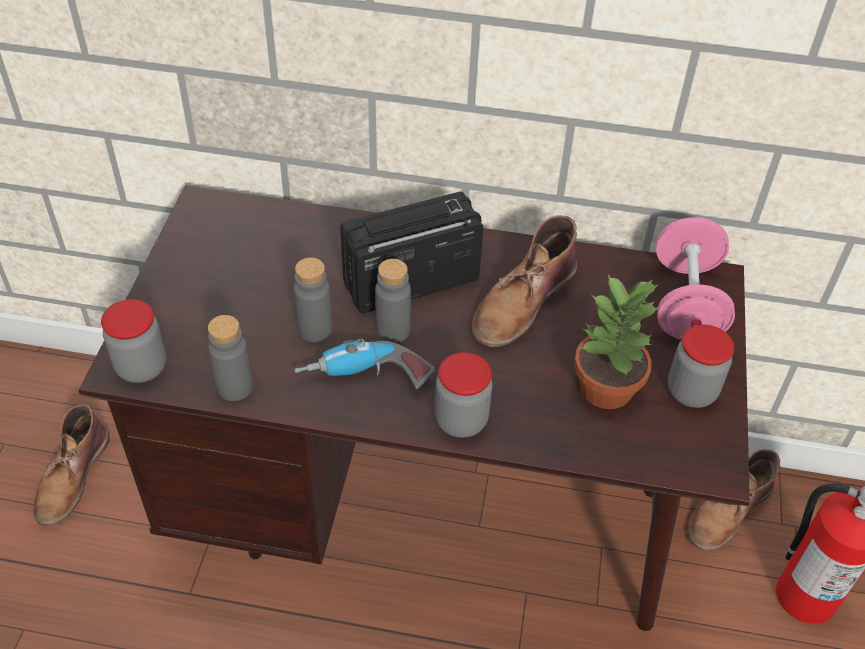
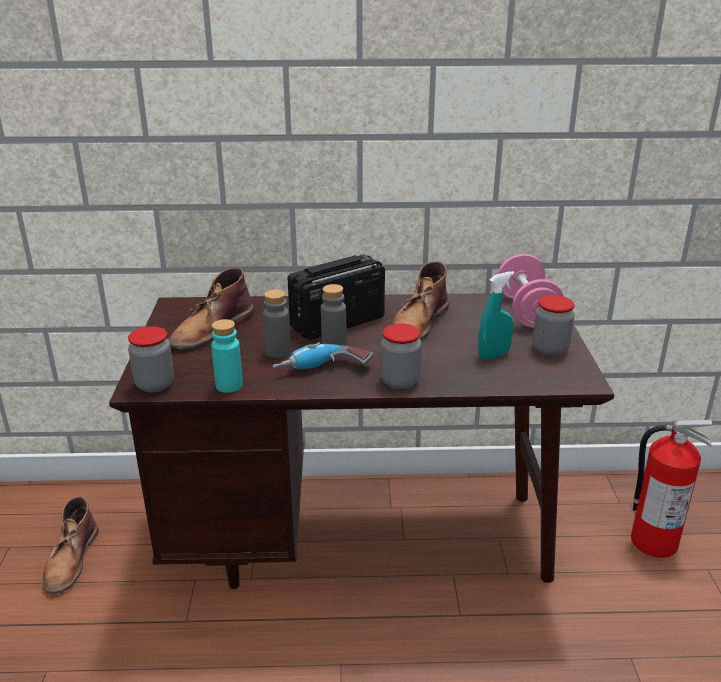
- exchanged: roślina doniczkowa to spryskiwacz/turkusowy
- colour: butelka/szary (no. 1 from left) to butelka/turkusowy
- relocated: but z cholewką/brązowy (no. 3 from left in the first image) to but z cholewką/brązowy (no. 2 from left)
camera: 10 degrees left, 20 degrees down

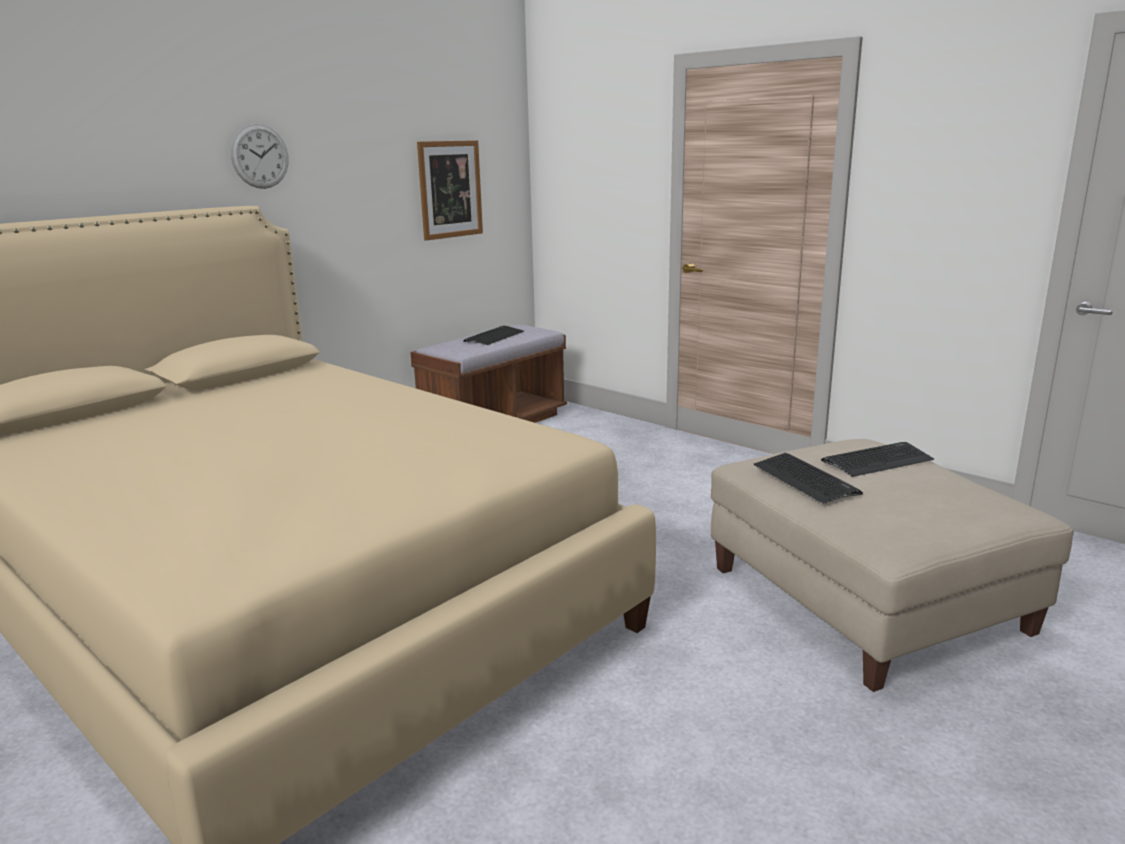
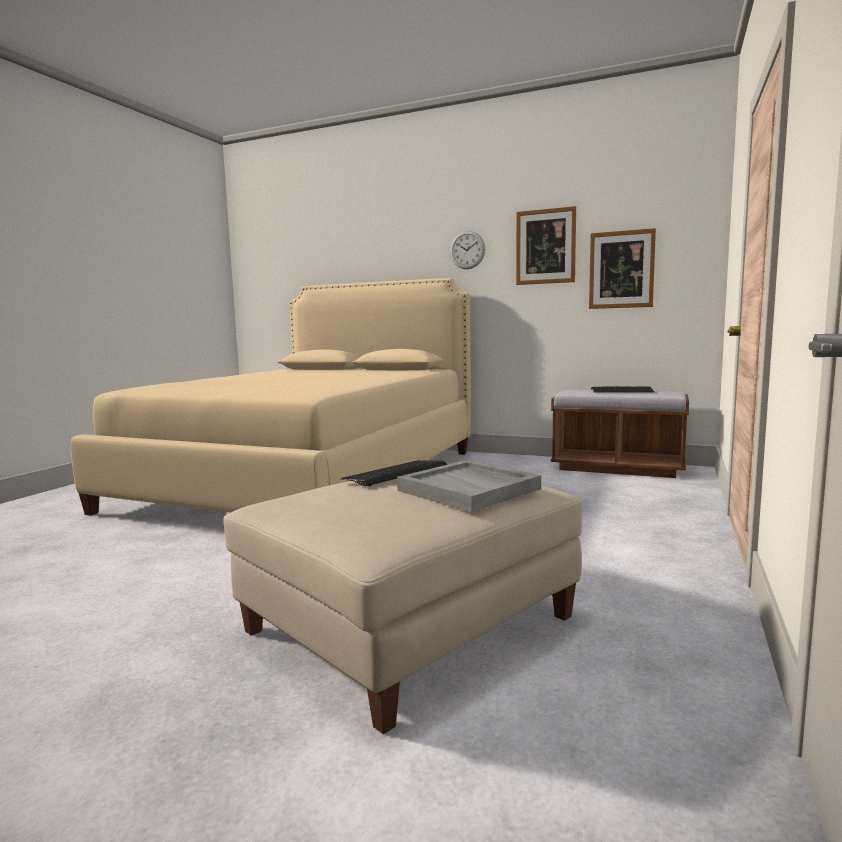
- exchanged: klawiatura (no. 3 from left) to taca/szary
- appeared: obraz (no. 1 from left)
camera: 70 degrees right, 10 degrees down

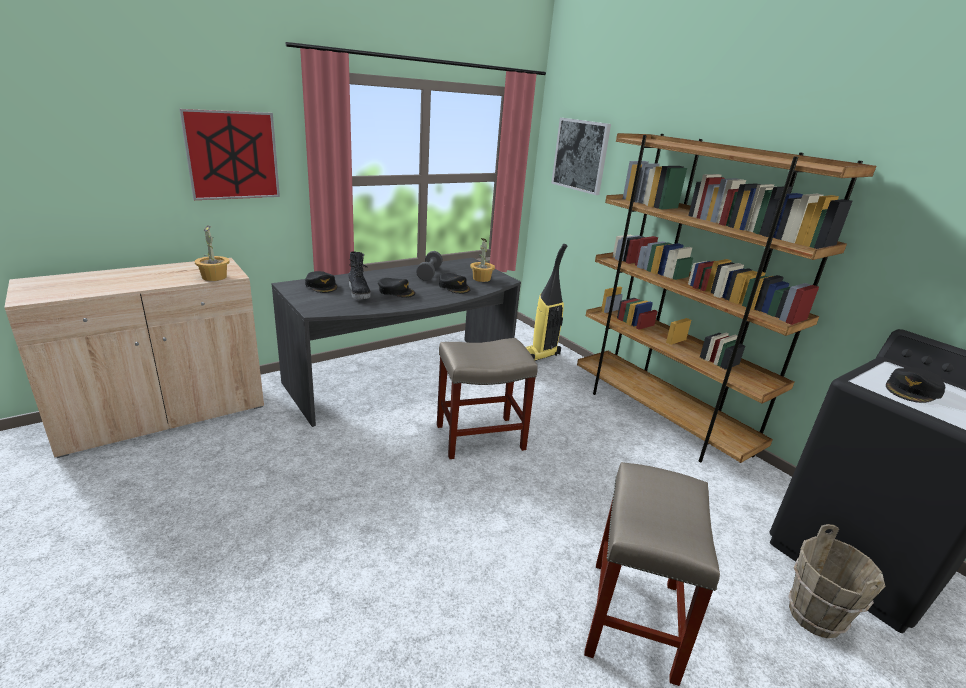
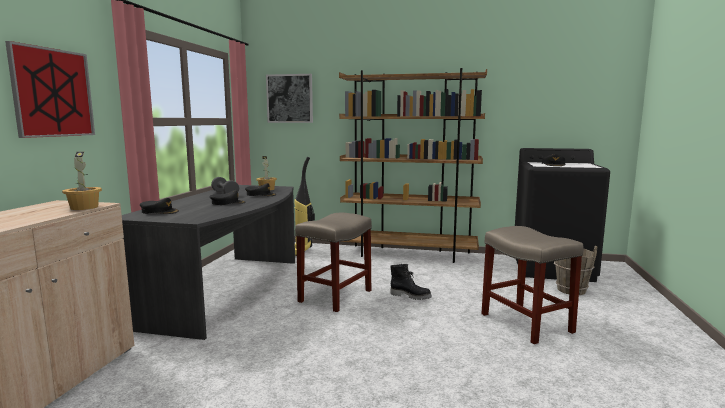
- relocated: but z cholewką/czarny
camera: 40 degrees left, 15 degrees down

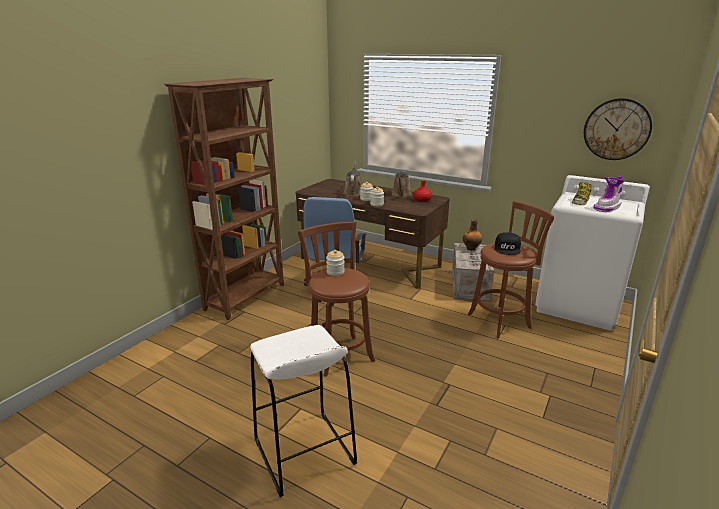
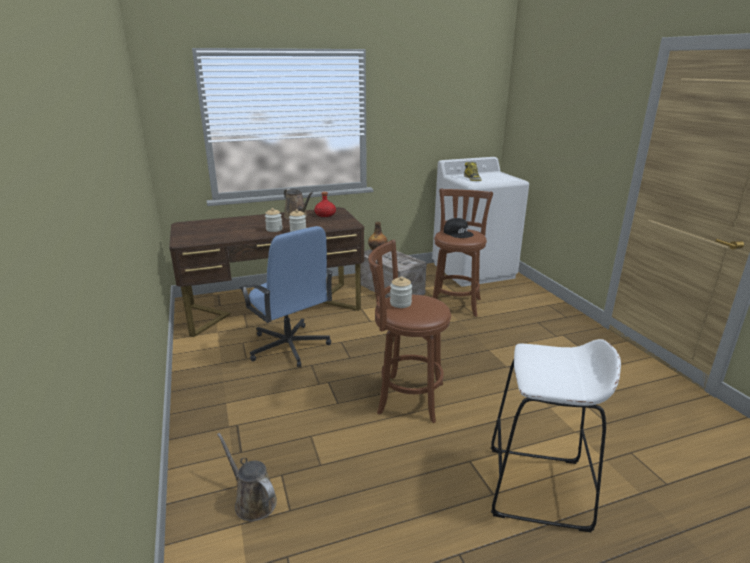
- missing: regał/brązowy
- missing: zegar ścienny
- relocated: konewka/brązowy (no. 1 from left)
- missing: but z cholewką (no. 2 from left)
camera: 50 degrees left, 0 degrees up

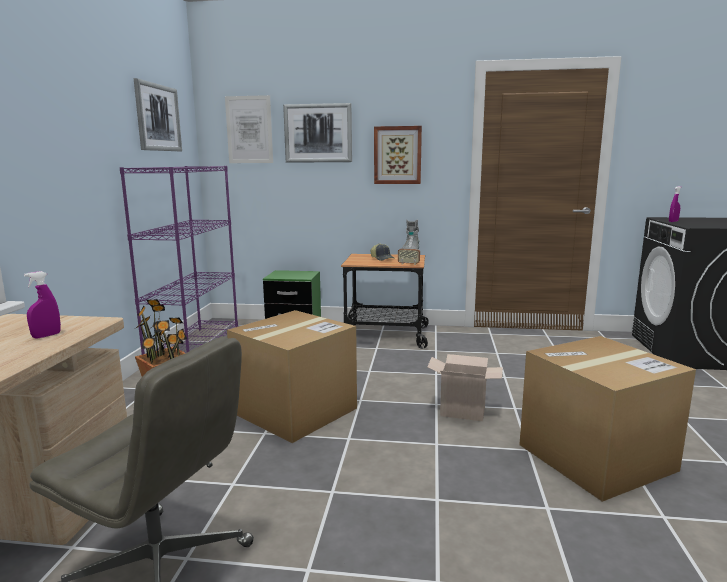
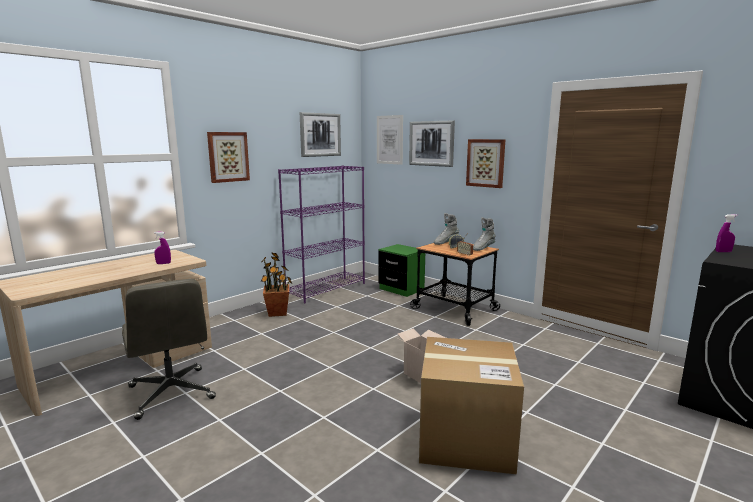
- missing: karton (no. 1 from left)
- appeared: obraz (no. 1 from left)
- appeared: but z cholewką/szary (no. 1 from left)
camera: 35 degrees right, 0 degrees up

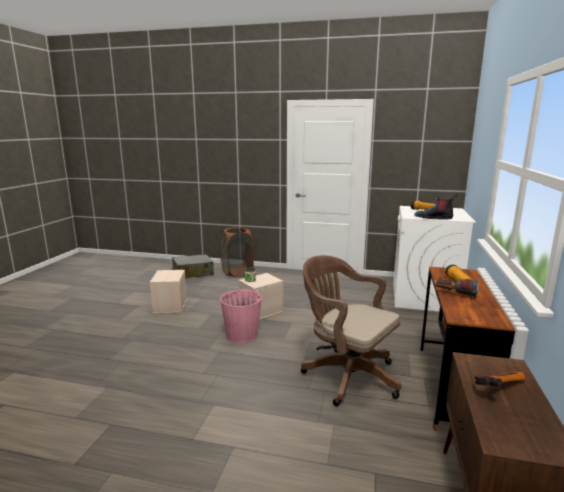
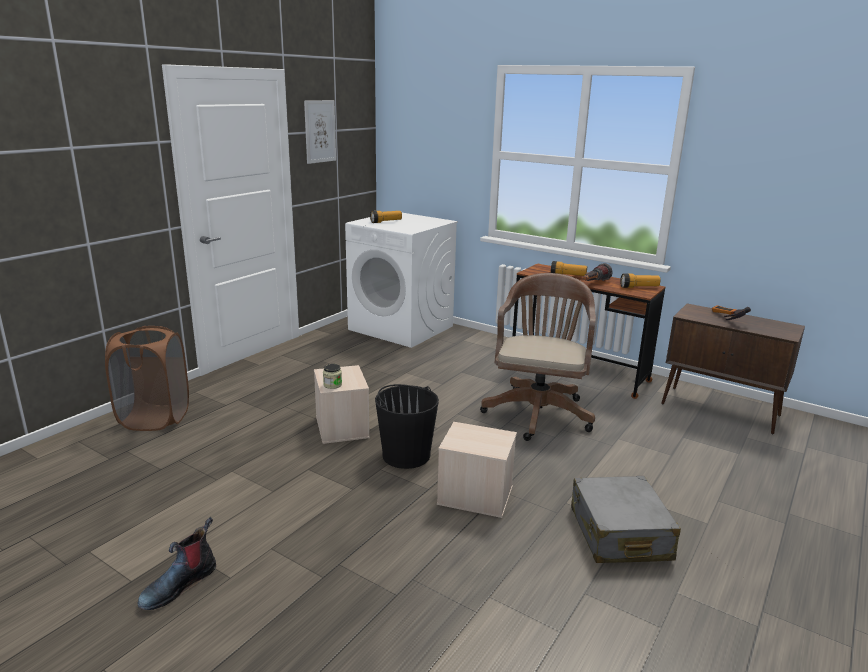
- relocated: but z cholewką
- relocated: walizka/szary
- spun: krzesło biurowe/brązowy 135 degrees clockwise
- relocated: pojemnik do przechowywania/beżowy (no. 1 from left in the first image) to pojemnik do przechowywania/beżowy (no. 2 from left)
- colour: wiadro/różowy to wiadro/czarny
- appeared: obraz
- appeared: latarka (no. 4 from left)
camera: 70 degrees left, 5 degrees up

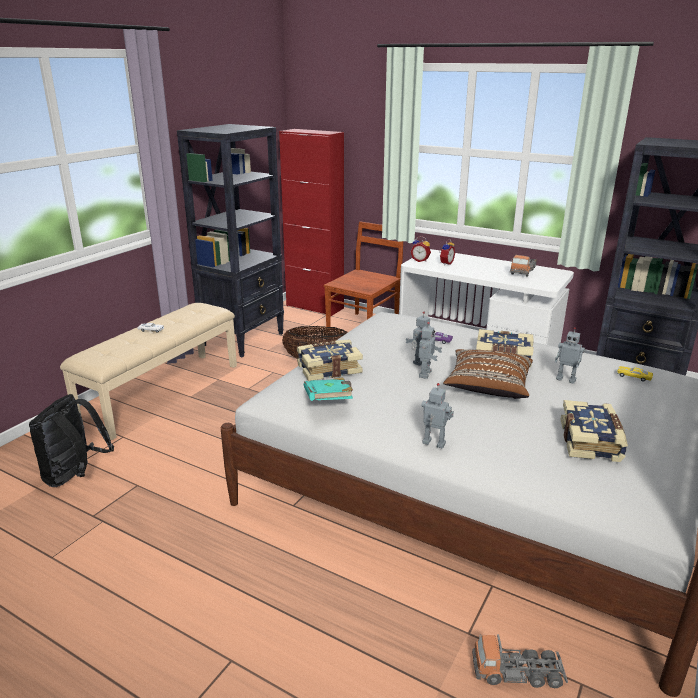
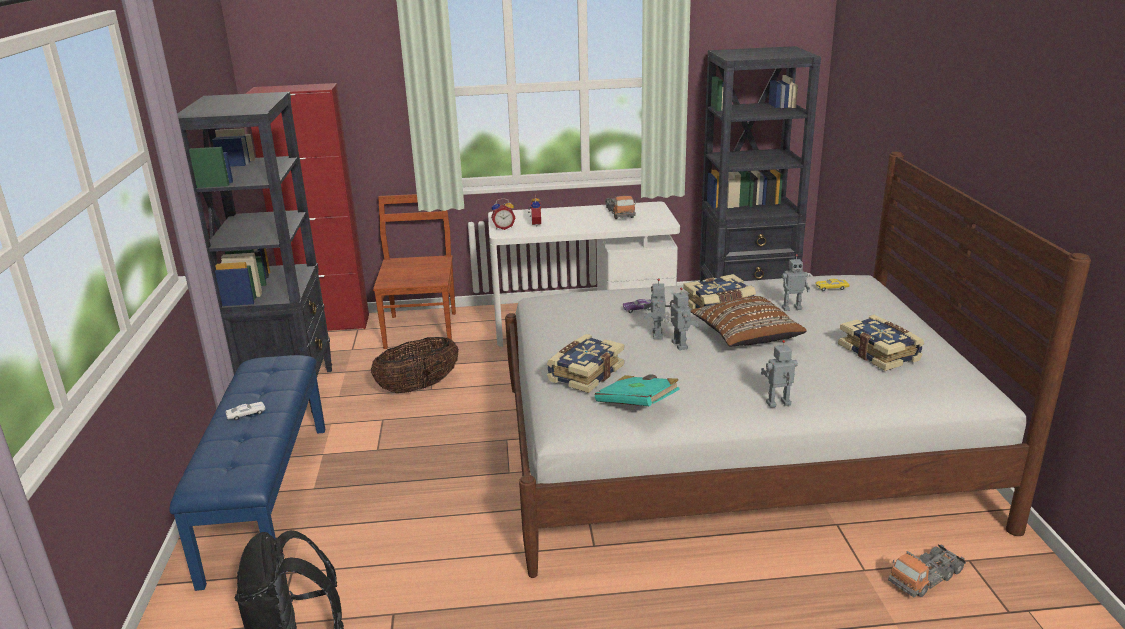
- colour: ławka/beżowy to ławka/niebieski
camera: 35 degrees left, 0 degrees up

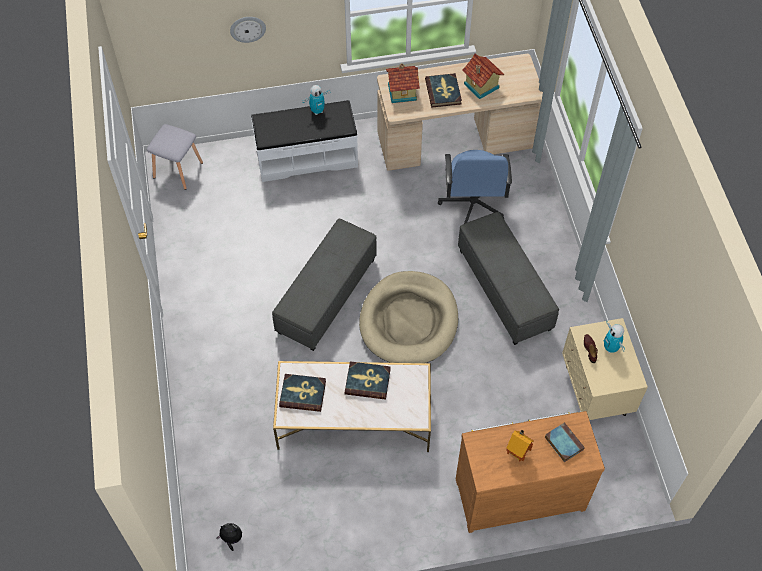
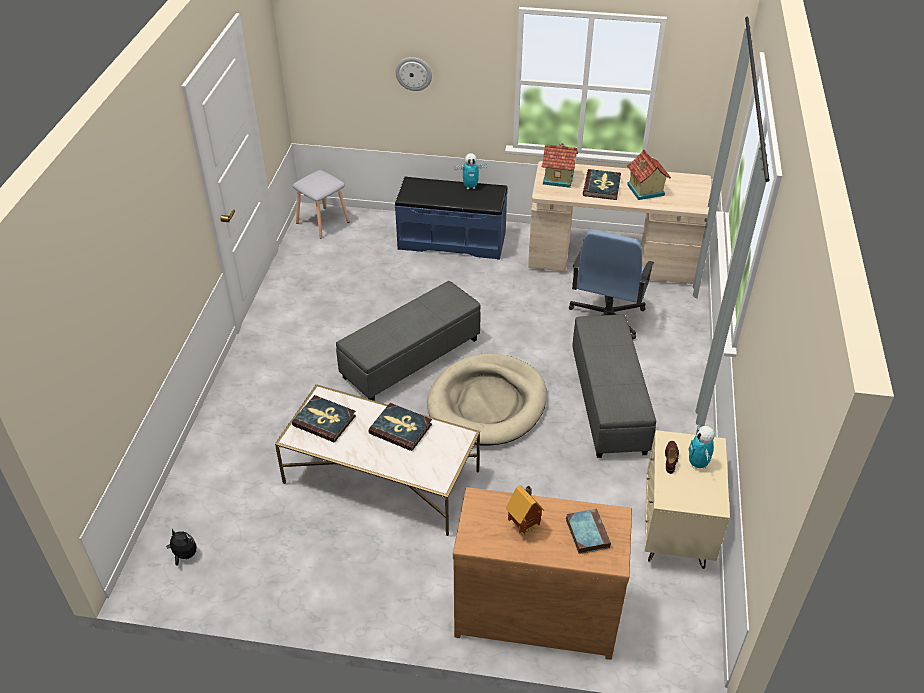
- colour: ławka/biały to ławka/niebieski
camera: 20 degrees right, 15 degrees down

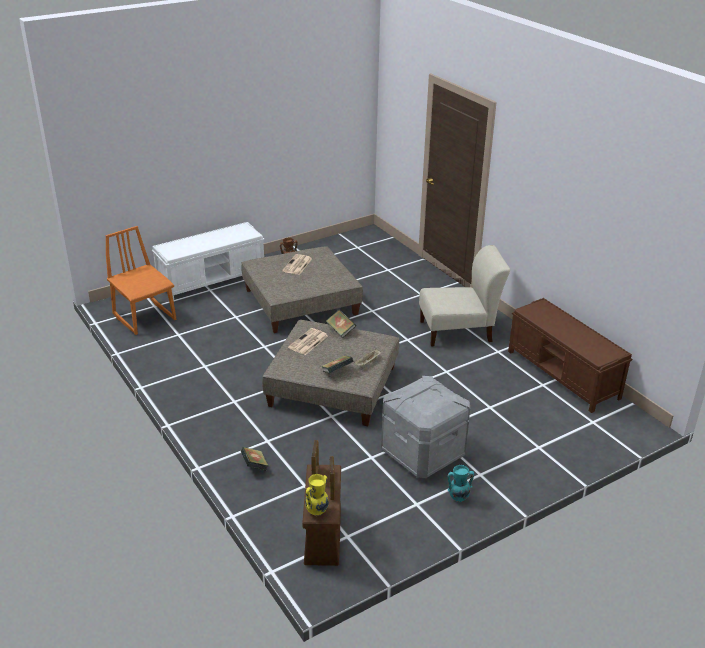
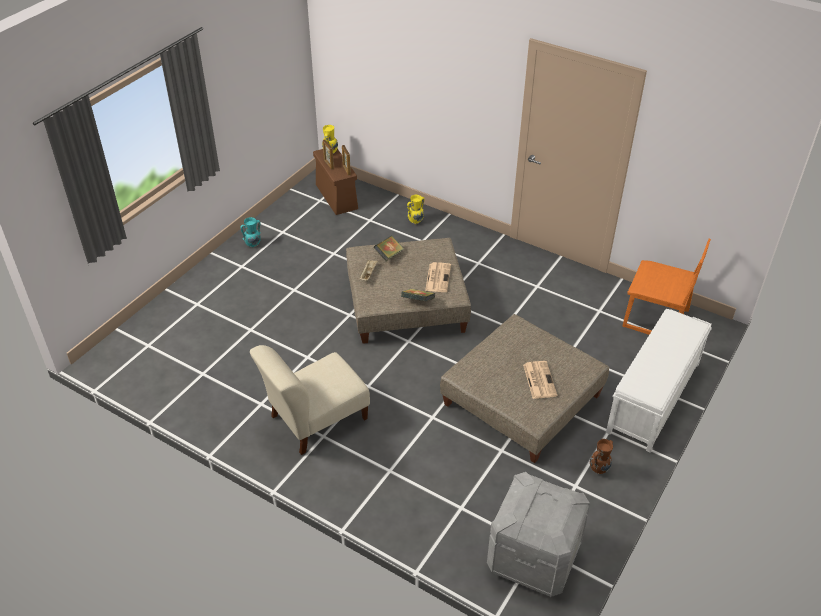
- missing: ławka/brązowy
- relocated: pojemnik do przechowywania/szary
- exchanged: książka (no. 1 from left) to wazon/żółty (no. 2 from left)
camera: 155 degrees right, 10 degrees up

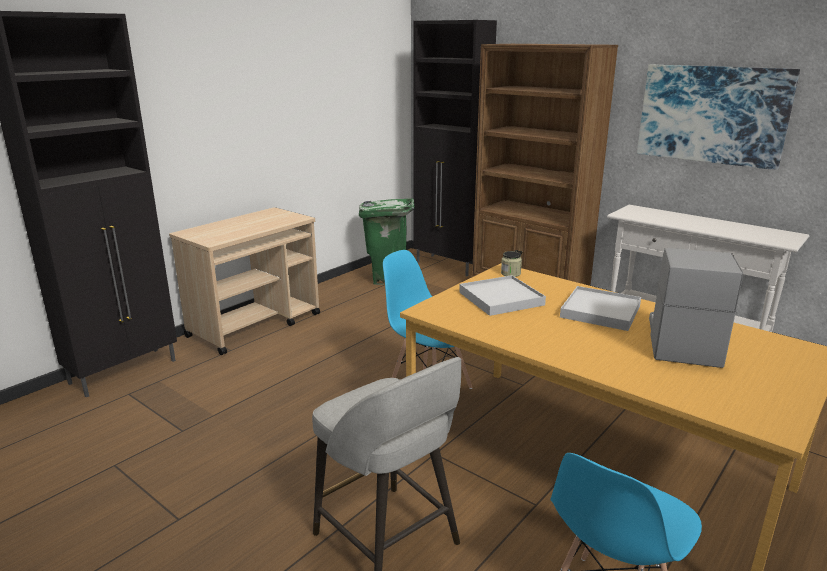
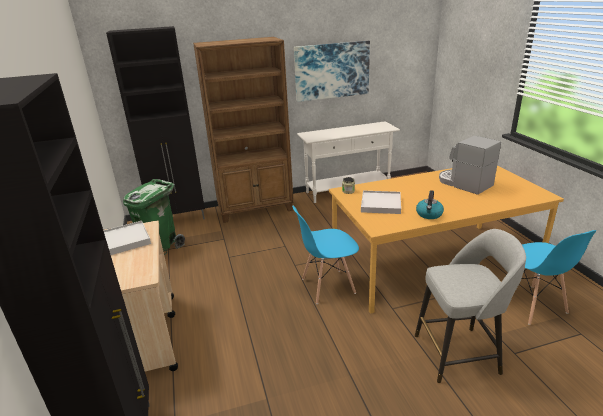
- relocated: taca/biały (no. 2 from left in the first image) to taca/biały (no. 1 from left)
- appeared: czajnik
camera: 55 degrees left, 5 degrees up

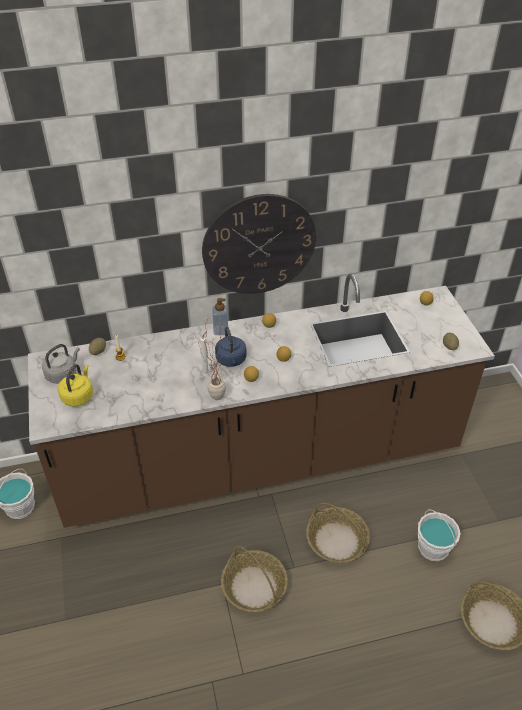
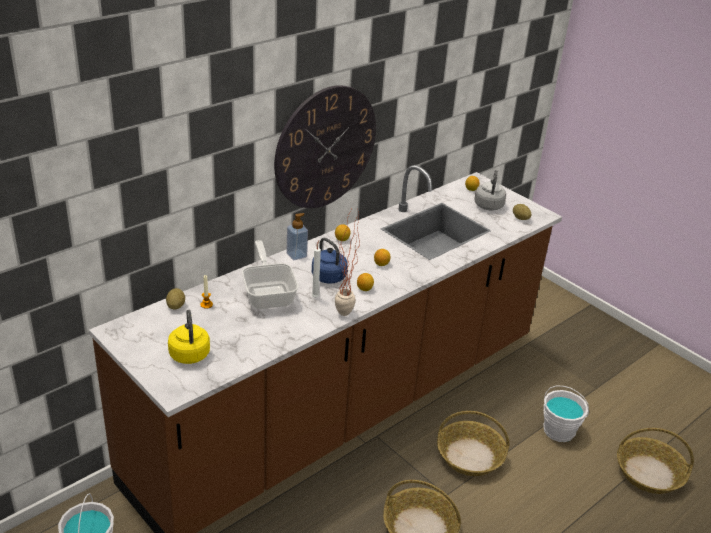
- relocated: czajnik/szary
- appeared: patelnia
camera: 30 degrees left, 10 degrees down

